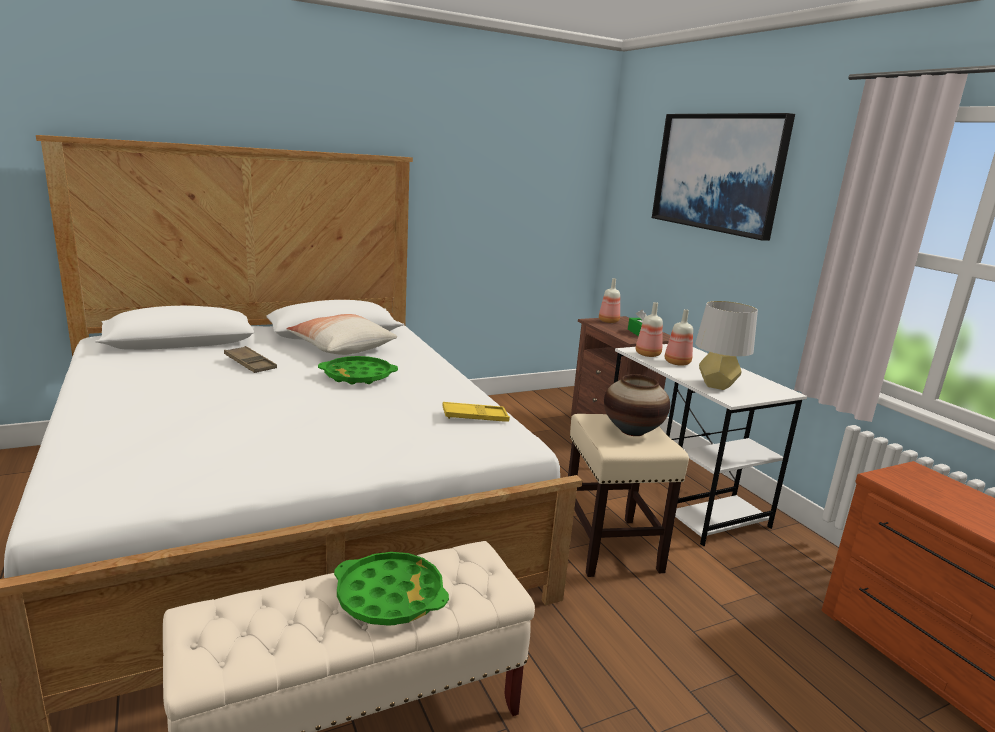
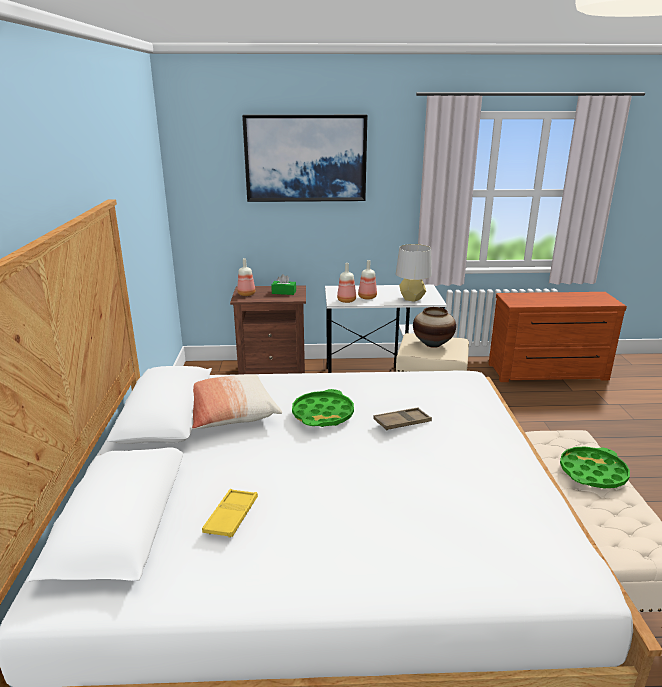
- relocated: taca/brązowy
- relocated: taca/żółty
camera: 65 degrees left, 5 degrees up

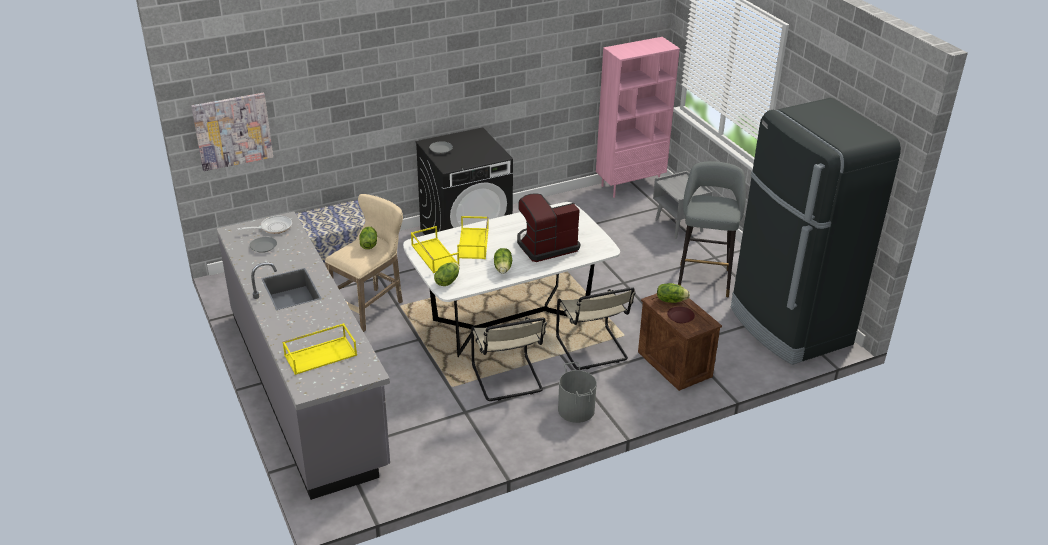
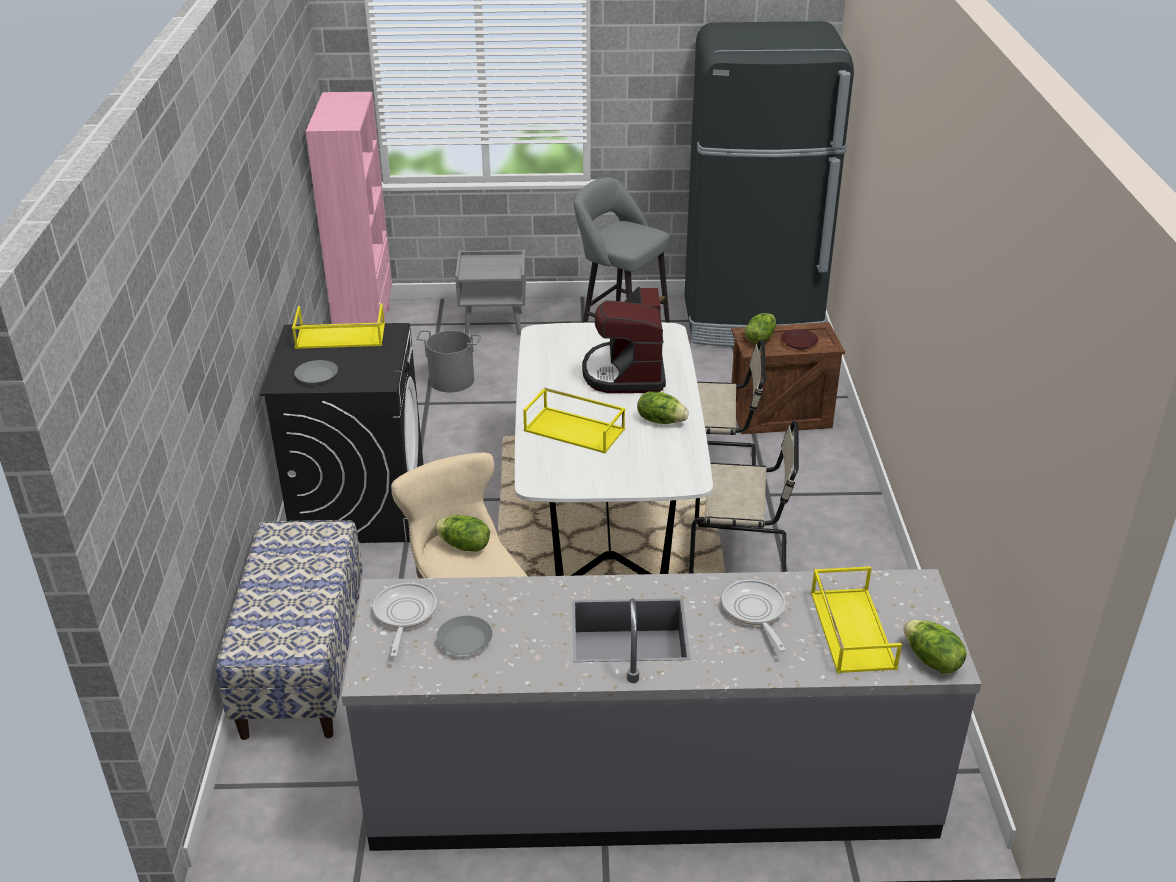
- missing: obraz
- relocated: taca/żółty (no. 2 from left in the first image) to taca/żółty (no. 1 from left)
- relocated: sałata (no. 2 from left in the first image) to sałata (no. 4 from left)
- relocated: wiadro/szary
- appeared: patelnia (no. 2 from left)
camera: 65 degrees left, 0 degrees up

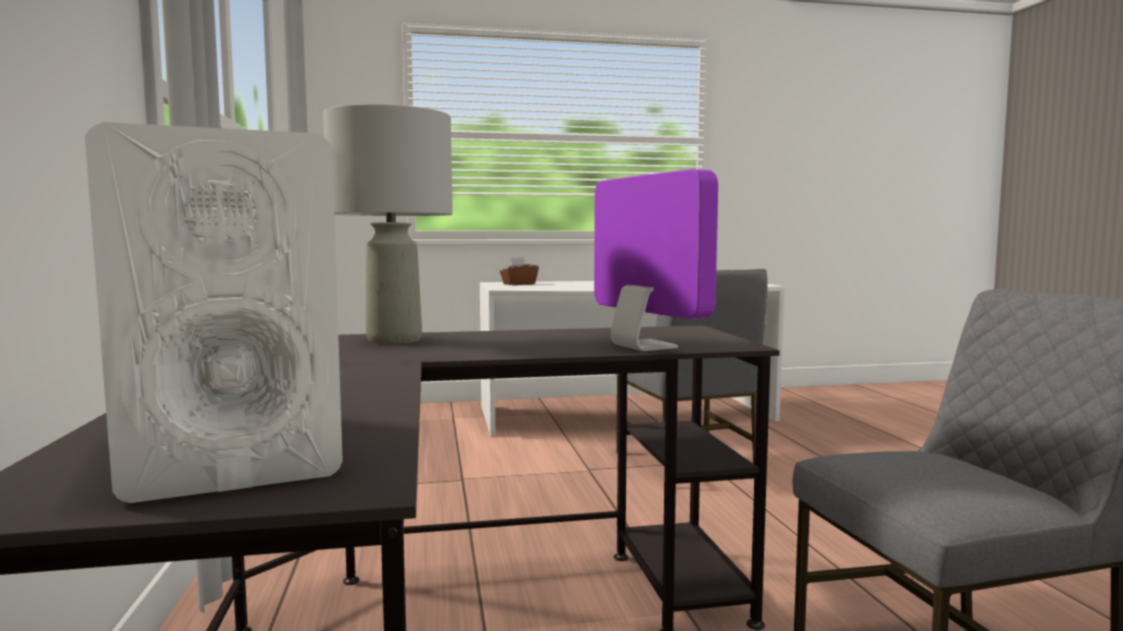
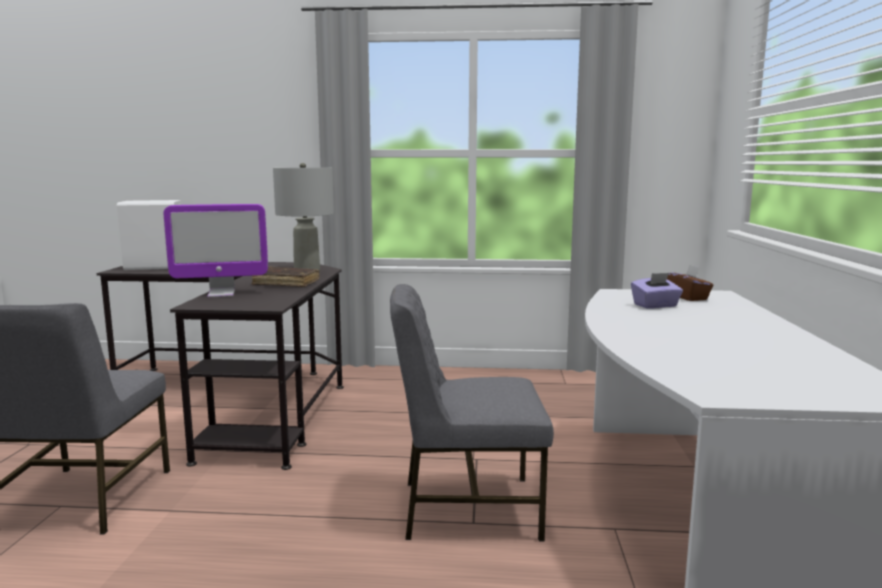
- appeared: książka/brązowy
- appeared: pudełko chusteczek/fioletowy
camera: 105 degrees right, 5 degrees up

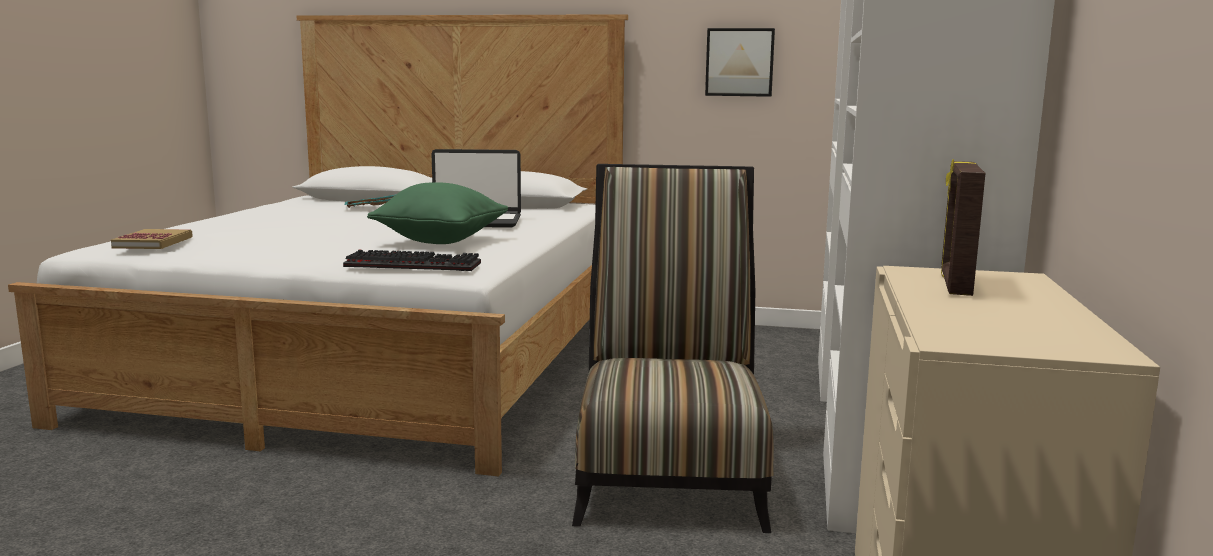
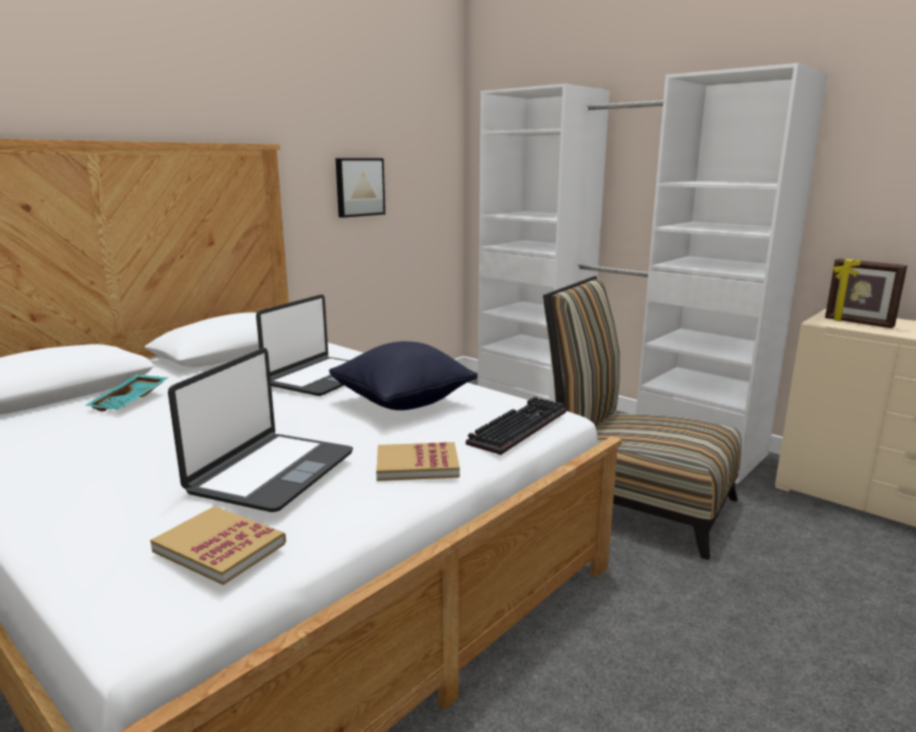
- colour: poduszka/zielony to poduszka/czarny
- appeared: laptop (no. 1 from left)
- appeared: książka (no. 2 from left)
camera: 60 degrees left, 5 degrees up

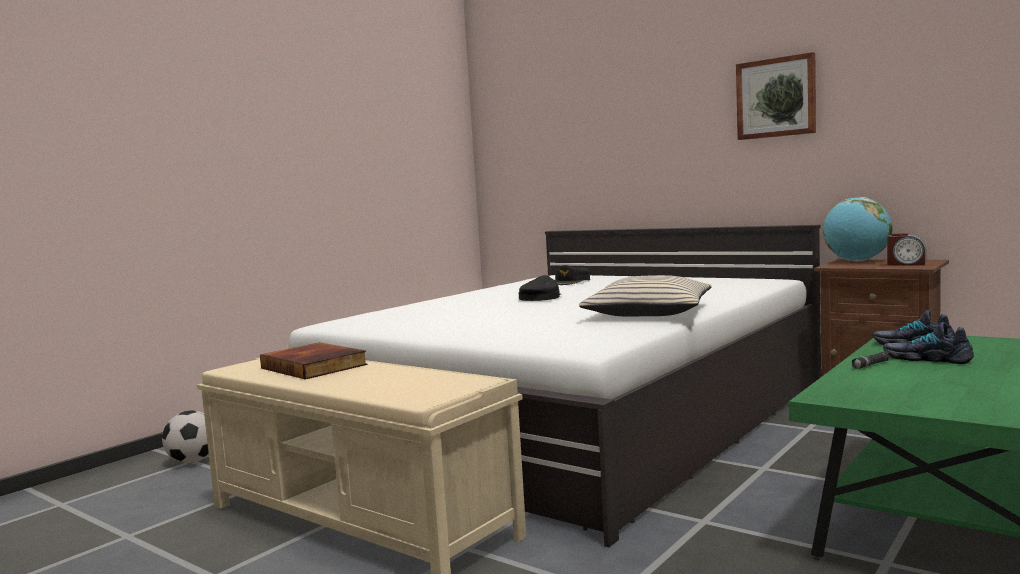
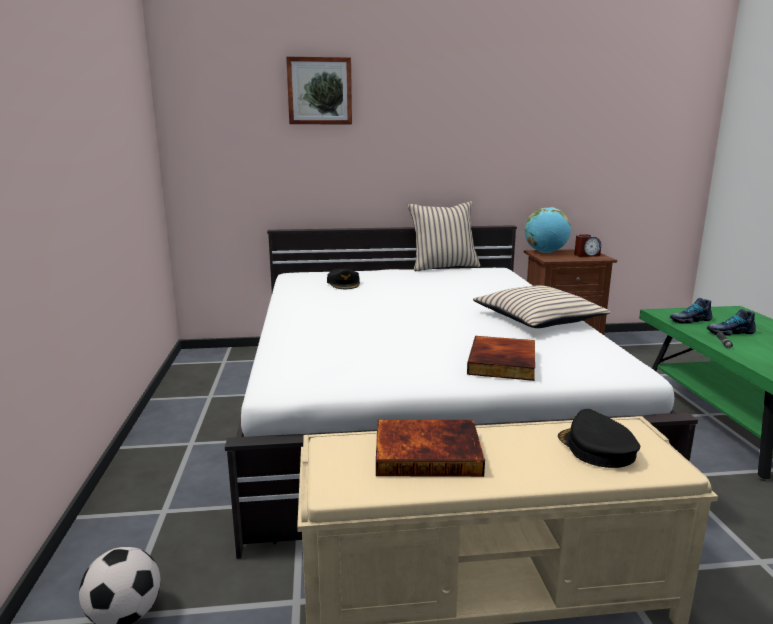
- relocated: obraz
- relocated: czapka z daszkiem/czarny (no. 1 from left in the first image) to czapka z daszkiem/czarny (no. 2 from left)
- appeared: poduszka/beżowy (no. 1 from left)
- appeared: książka (no. 2 from left)
camera: 45 degrees left, 10 degrees up

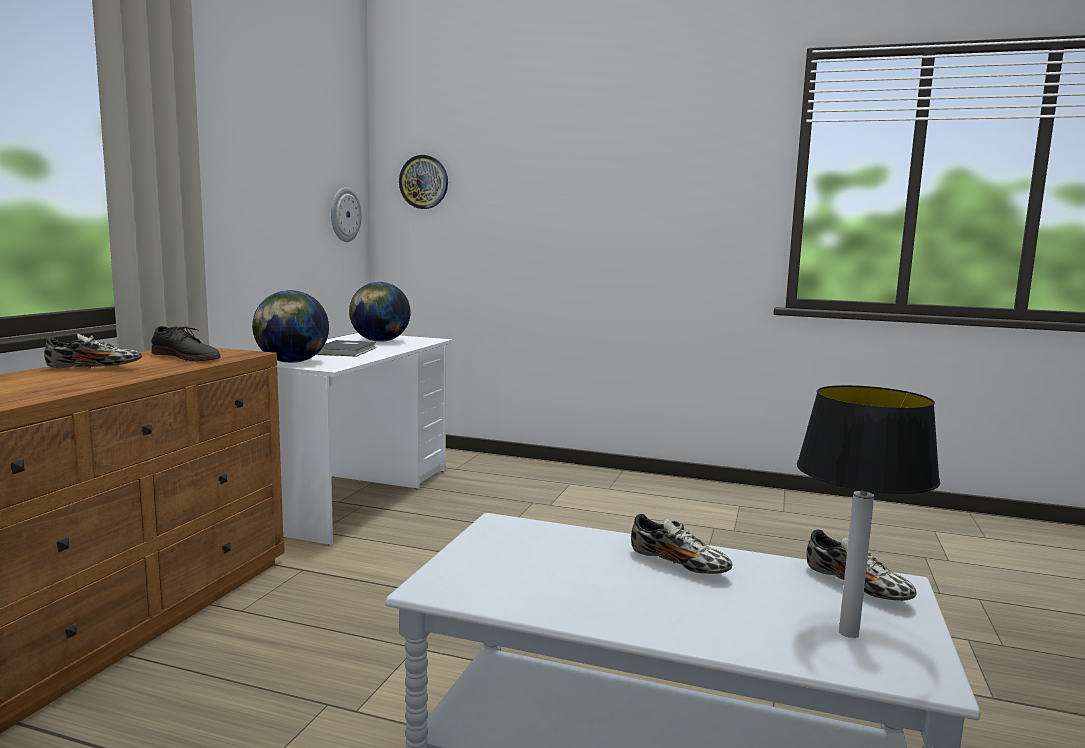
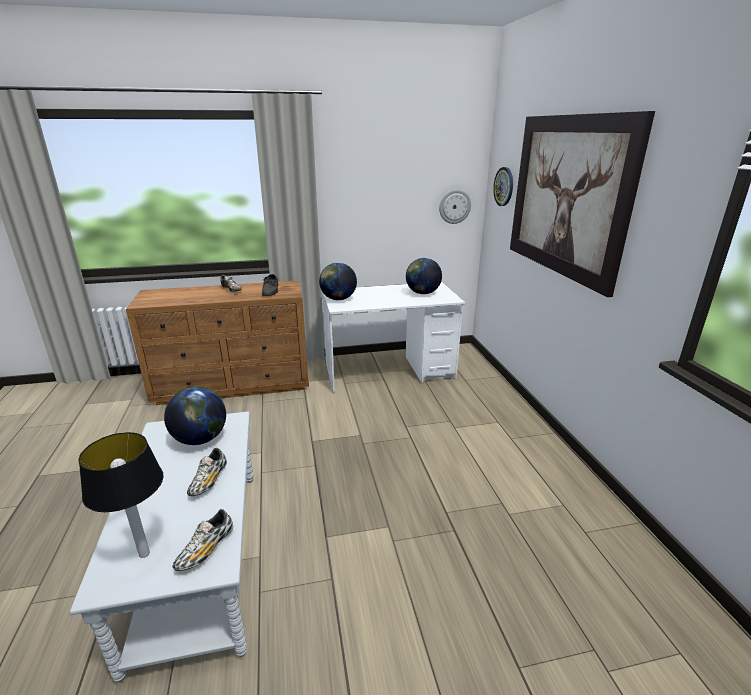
- missing: książka/szary
- appeared: obraz
- appeared: globus (no. 1 from left)
camera: 60 degrees right, 15 degrees up

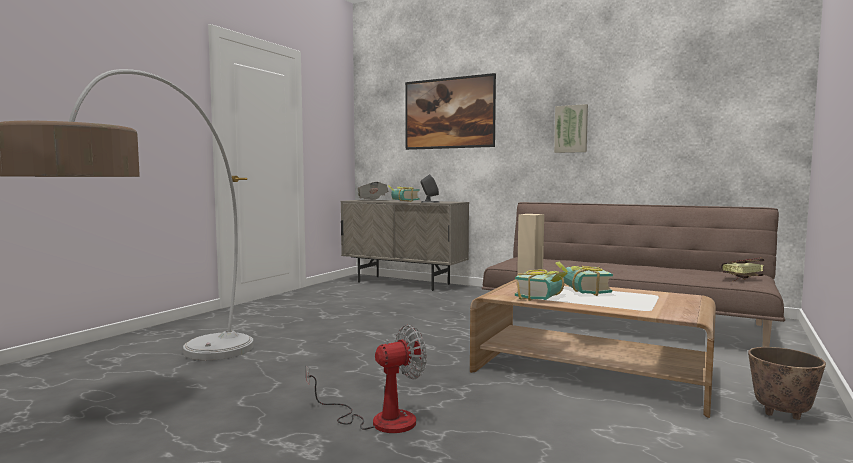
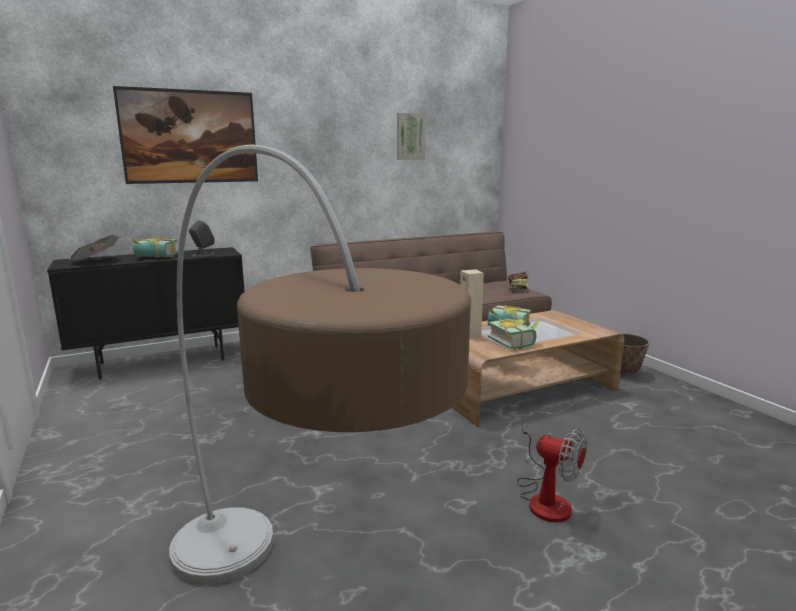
- relocated: obraz (no. 2 from left)
- colour: szafka/beżowy to szafka/czarny
- spun: wentylator 120 degrees clockwise
camera: 55 degrees left, 10 degrees up

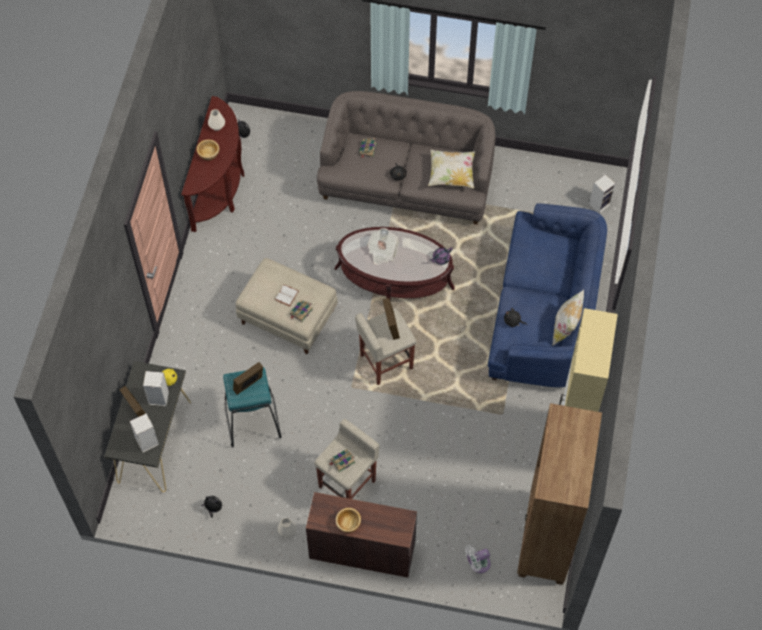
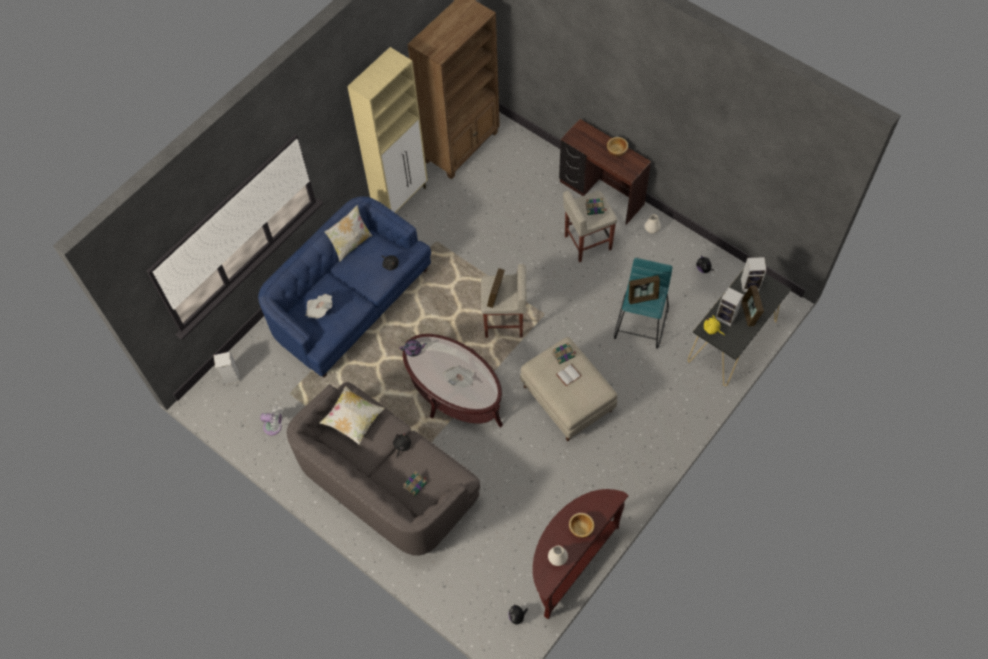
- relocated: wentylator/biały
- appeared: gazeta (no. 1 from left)
camera: 150 degrees left, 0 degrees up

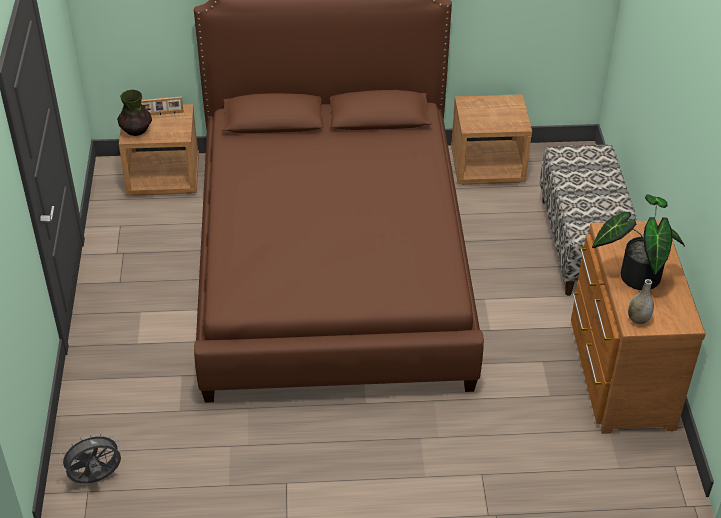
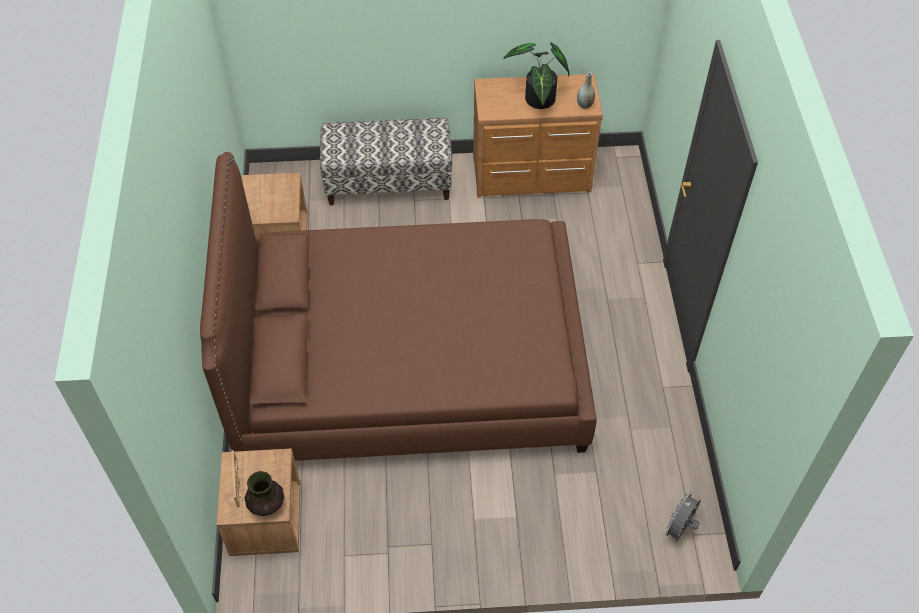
- spun: wentylator/szary 60 degrees clockwise
camera: 90 degrees left, 10 degrees up

